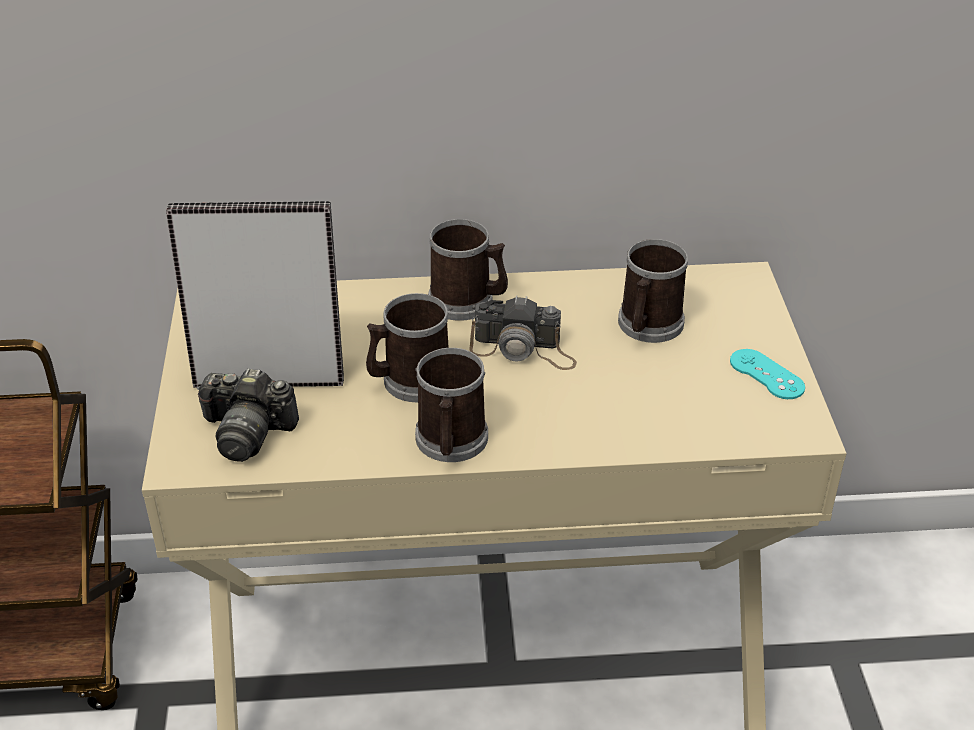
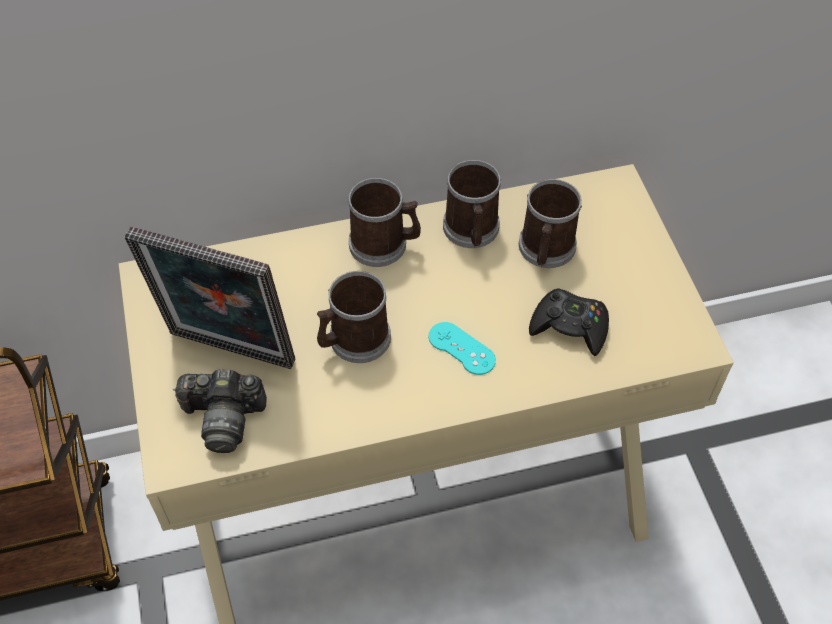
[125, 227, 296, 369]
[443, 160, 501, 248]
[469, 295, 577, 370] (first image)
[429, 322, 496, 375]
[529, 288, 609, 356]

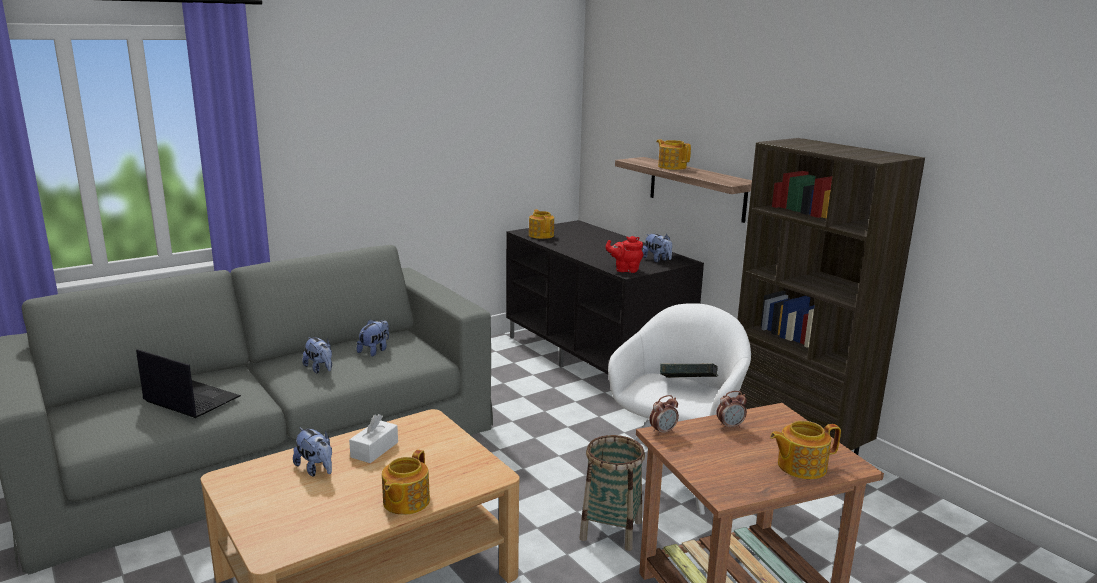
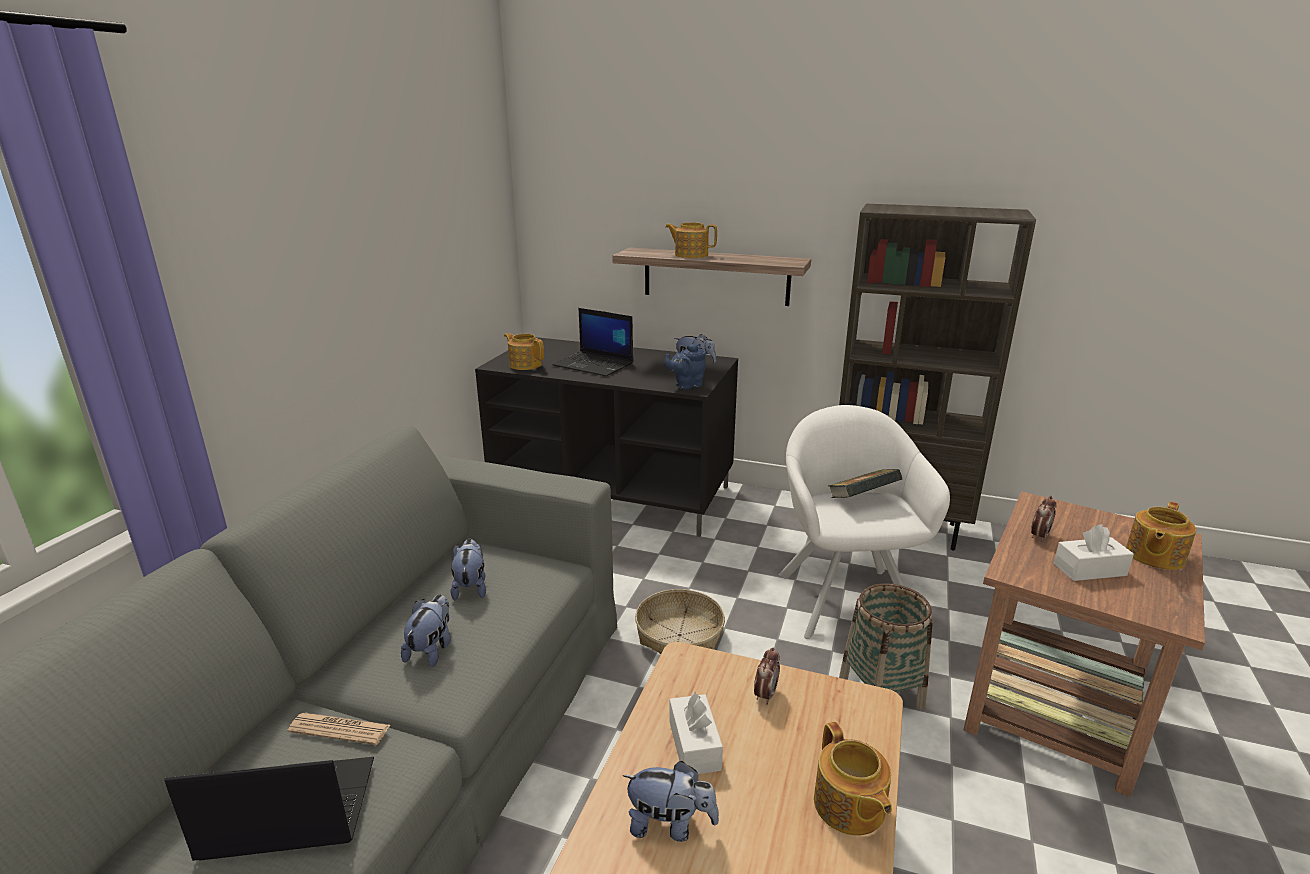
[401, 594, 451, 667]
[665, 344, 706, 389]
[754, 647, 780, 705]
[287, 713, 390, 745]
[553, 308, 633, 377]
[635, 589, 725, 654]
[1053, 524, 1134, 581]

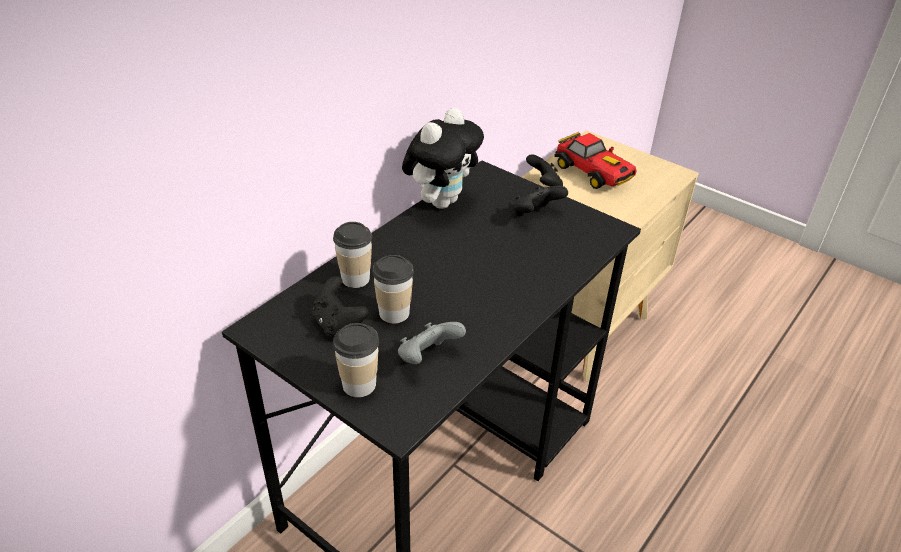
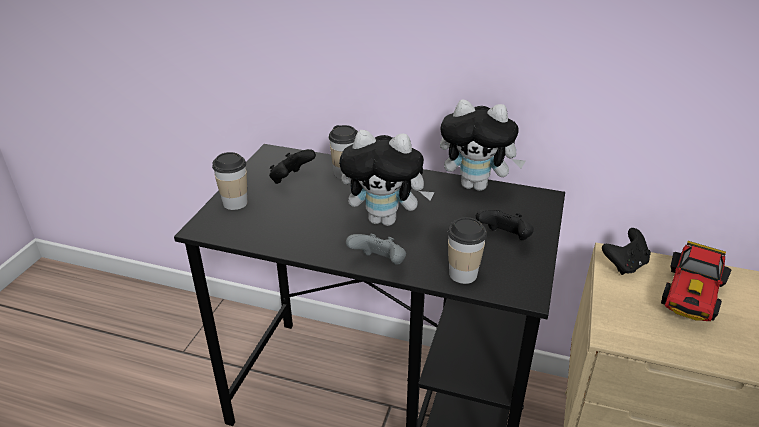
[448, 217, 487, 284]
[346, 234, 406, 265]
[339, 130, 435, 226]

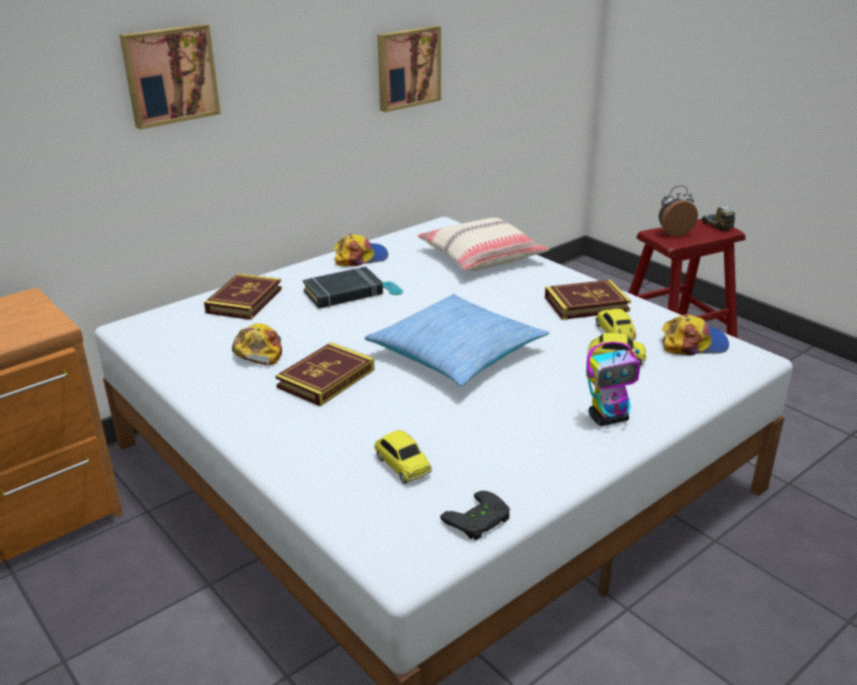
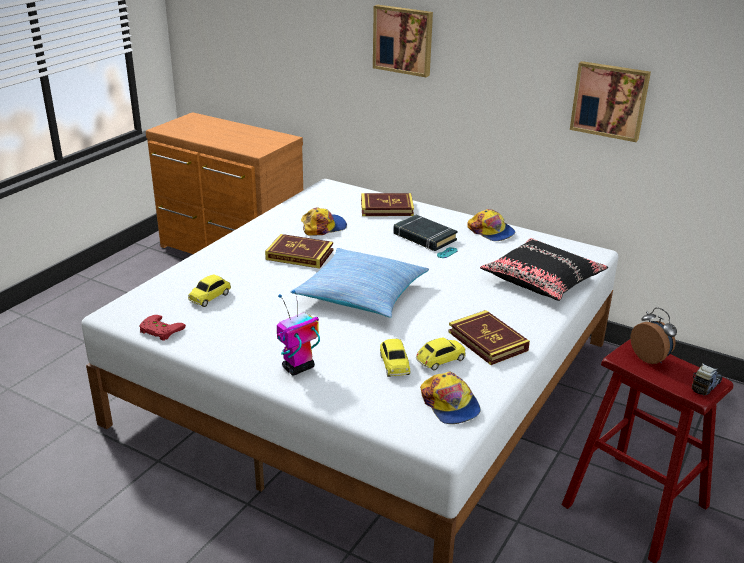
[480, 238, 608, 301]
[139, 315, 186, 341]
[277, 290, 320, 375]

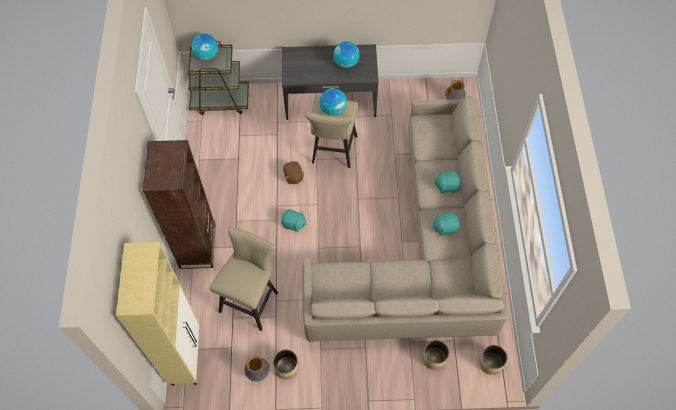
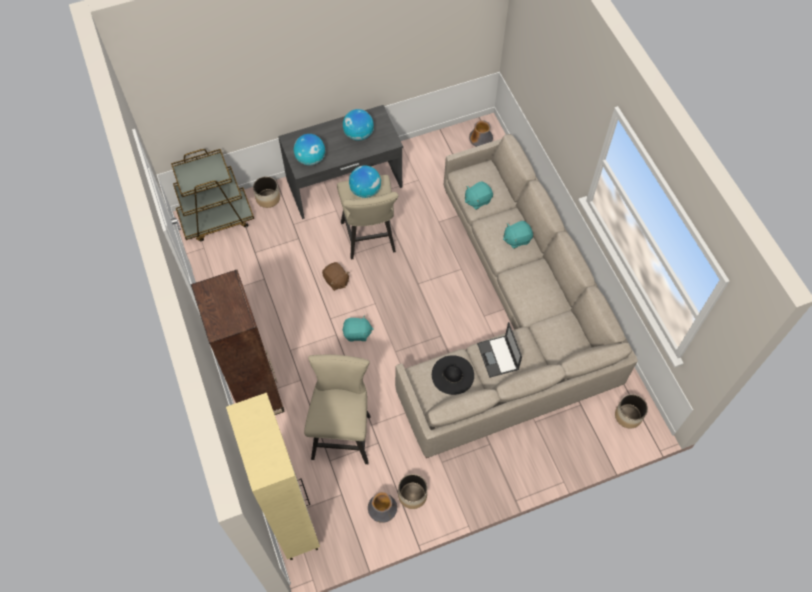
[294, 134, 325, 166]
[253, 176, 280, 208]
[465, 181, 493, 210]
[432, 355, 474, 395]
[477, 322, 522, 378]

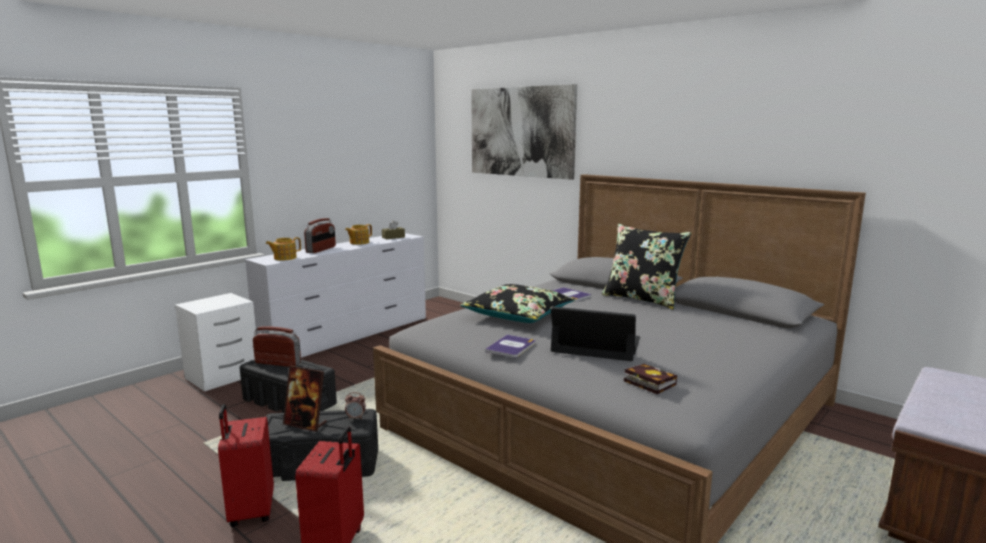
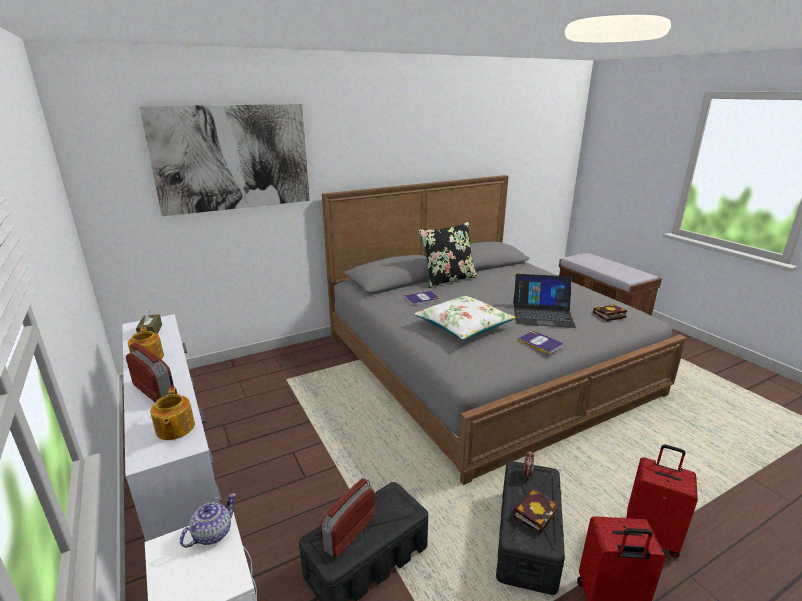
[513, 488, 559, 534]
[414, 296, 516, 340]
[513, 274, 576, 328]
[180, 493, 236, 548]

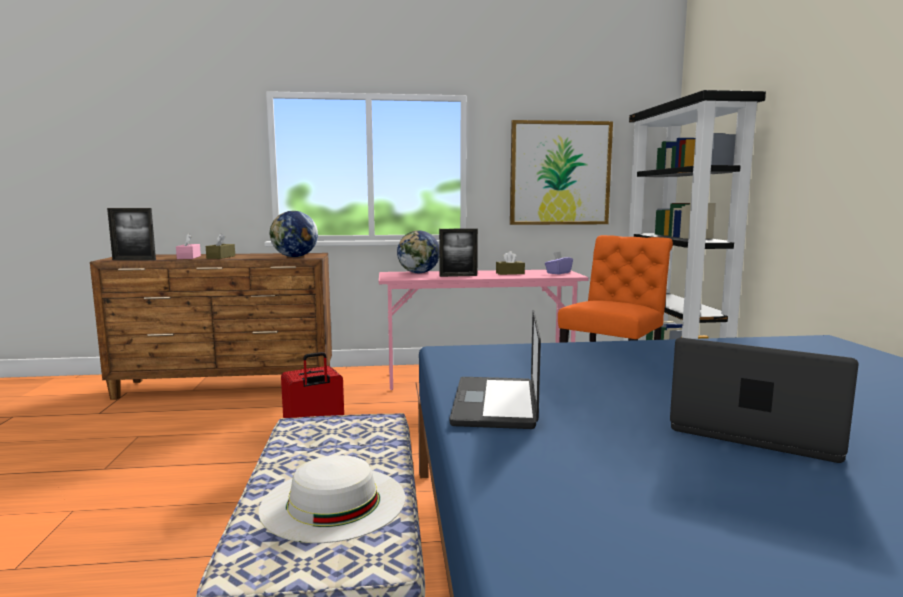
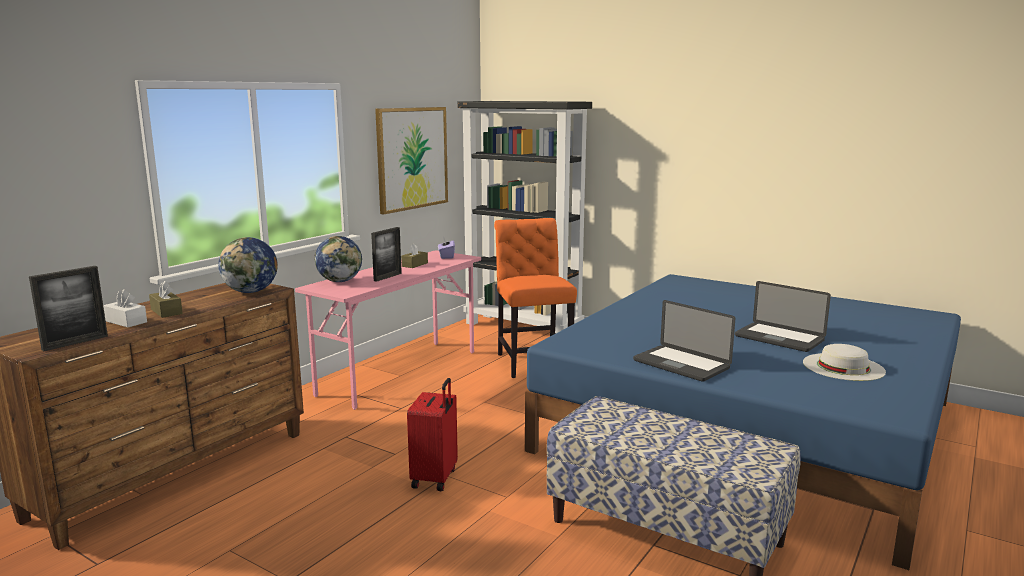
[103, 289, 147, 327]
[803, 344, 886, 381]
[735, 281, 831, 352]

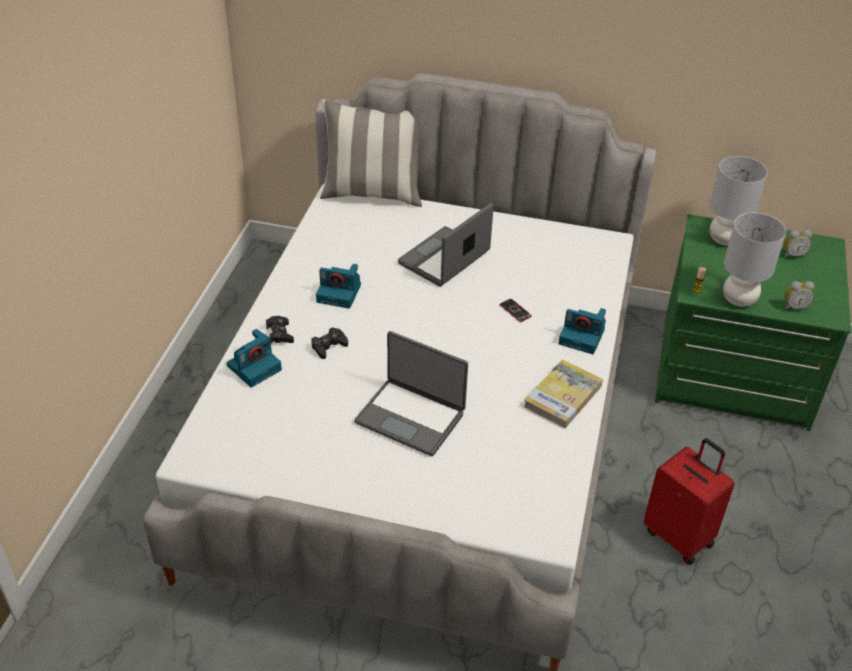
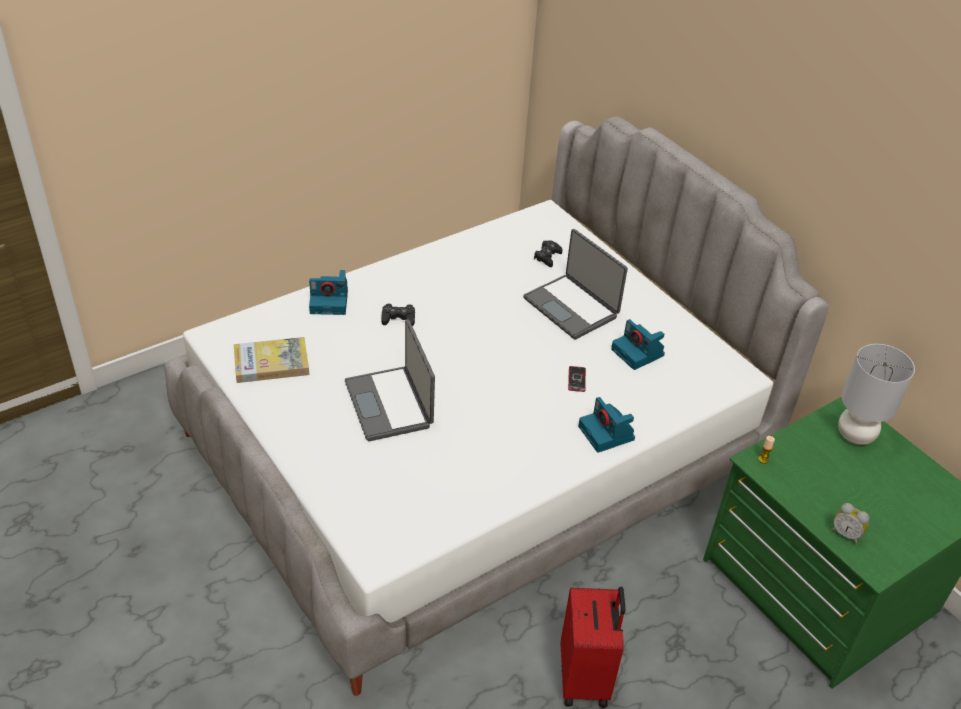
[534, 240, 563, 267]
[611, 319, 665, 370]
[320, 99, 422, 207] (first image)
[523, 229, 628, 339]
[234, 337, 309, 383]
[723, 213, 786, 307] (first image)
[784, 230, 812, 258] (first image)

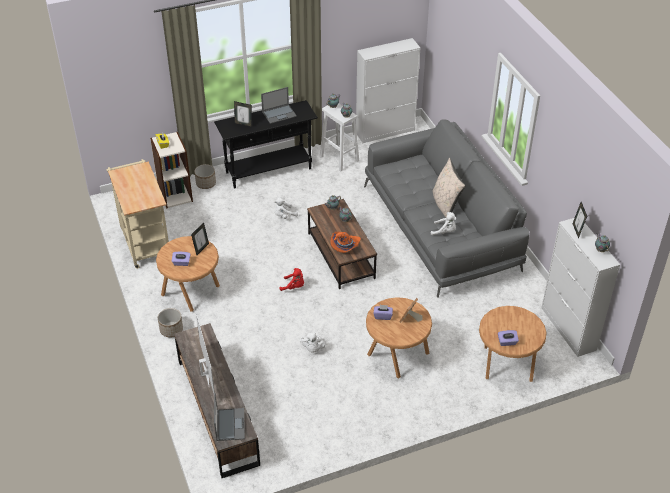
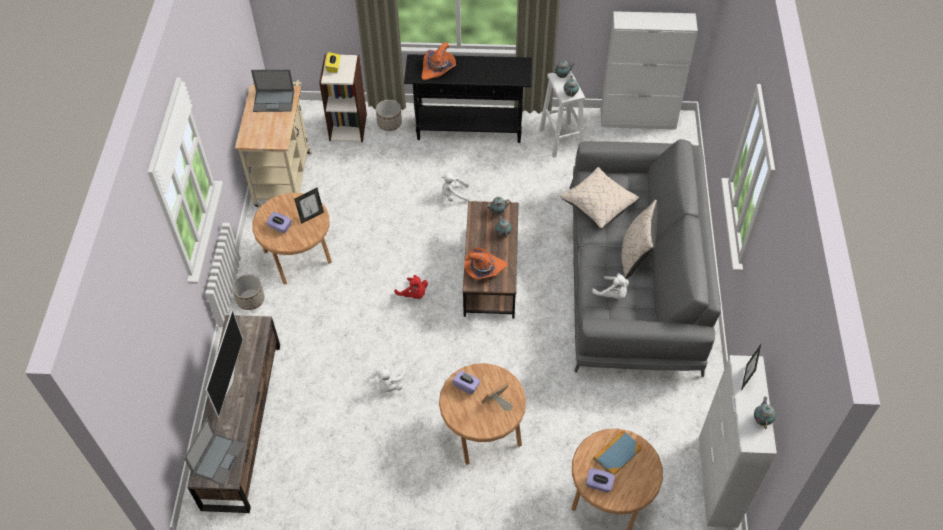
[422, 42, 456, 80]
[251, 69, 294, 112]
[560, 167, 640, 229]
[593, 430, 642, 475]

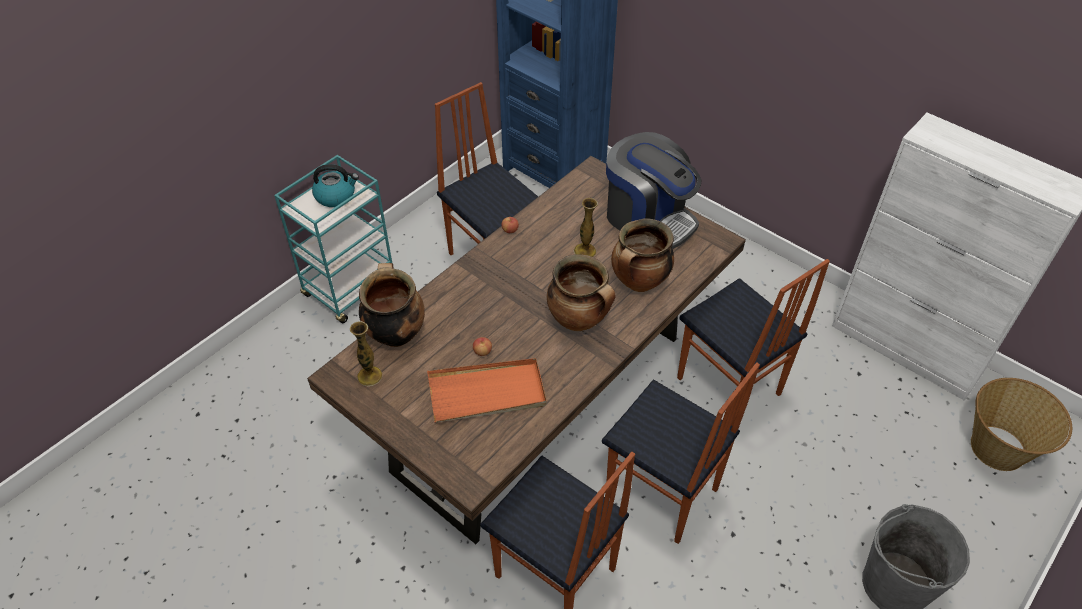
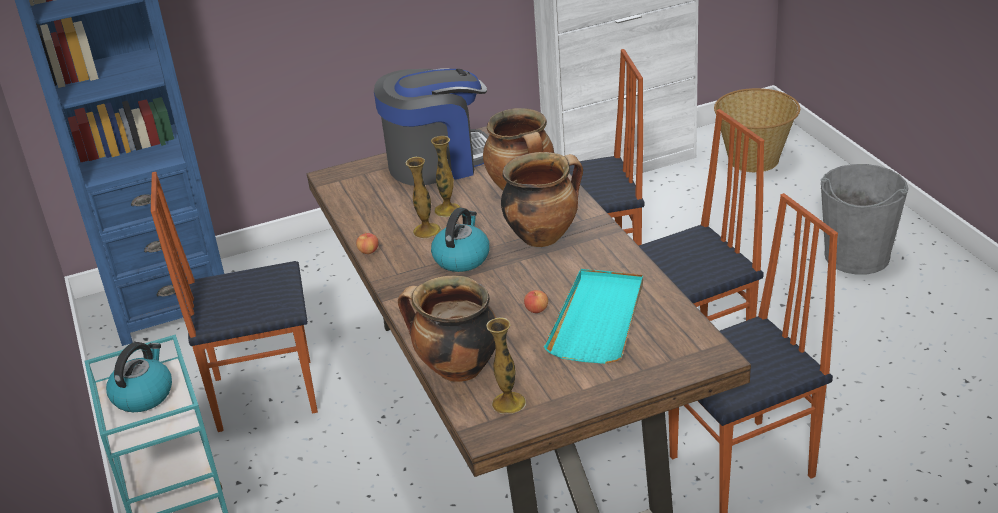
[544, 269, 643, 364]
[405, 157, 441, 238]
[431, 207, 490, 272]

